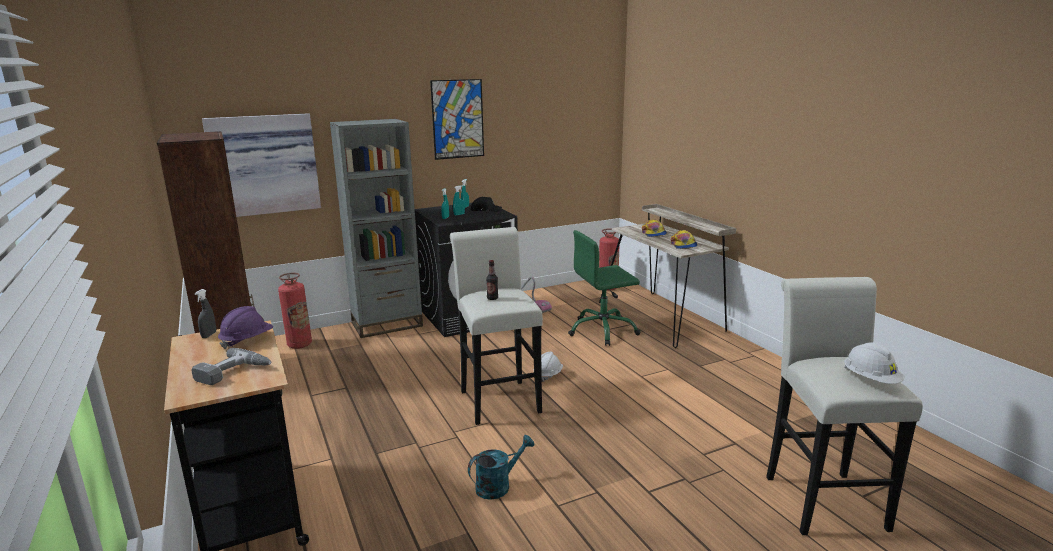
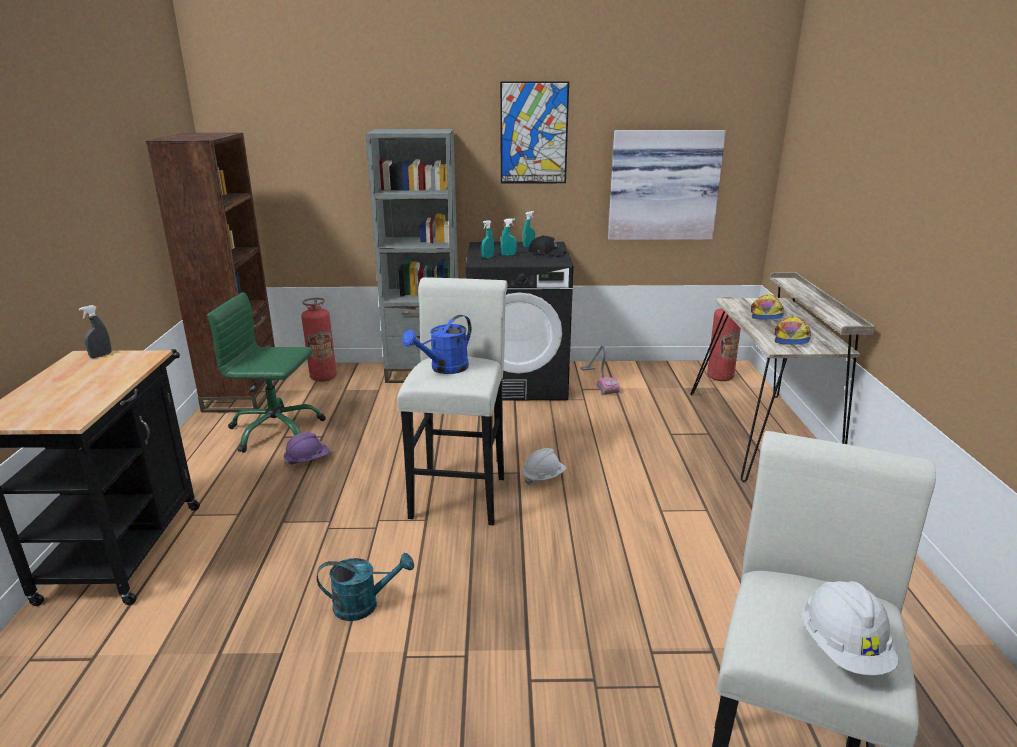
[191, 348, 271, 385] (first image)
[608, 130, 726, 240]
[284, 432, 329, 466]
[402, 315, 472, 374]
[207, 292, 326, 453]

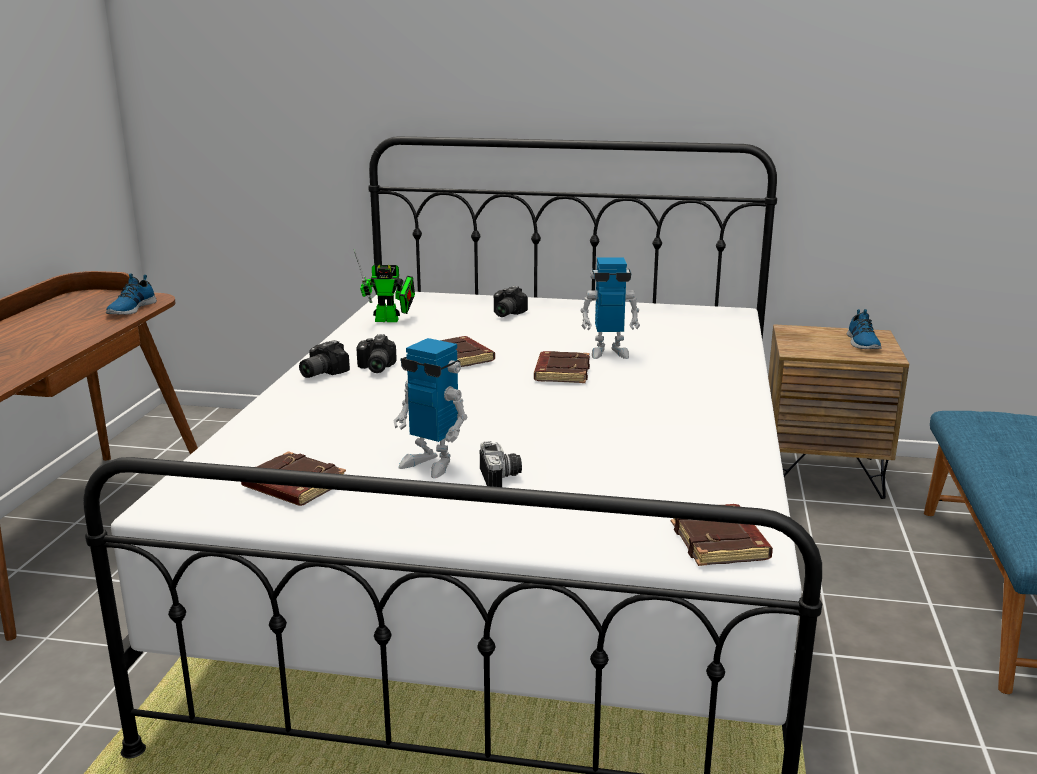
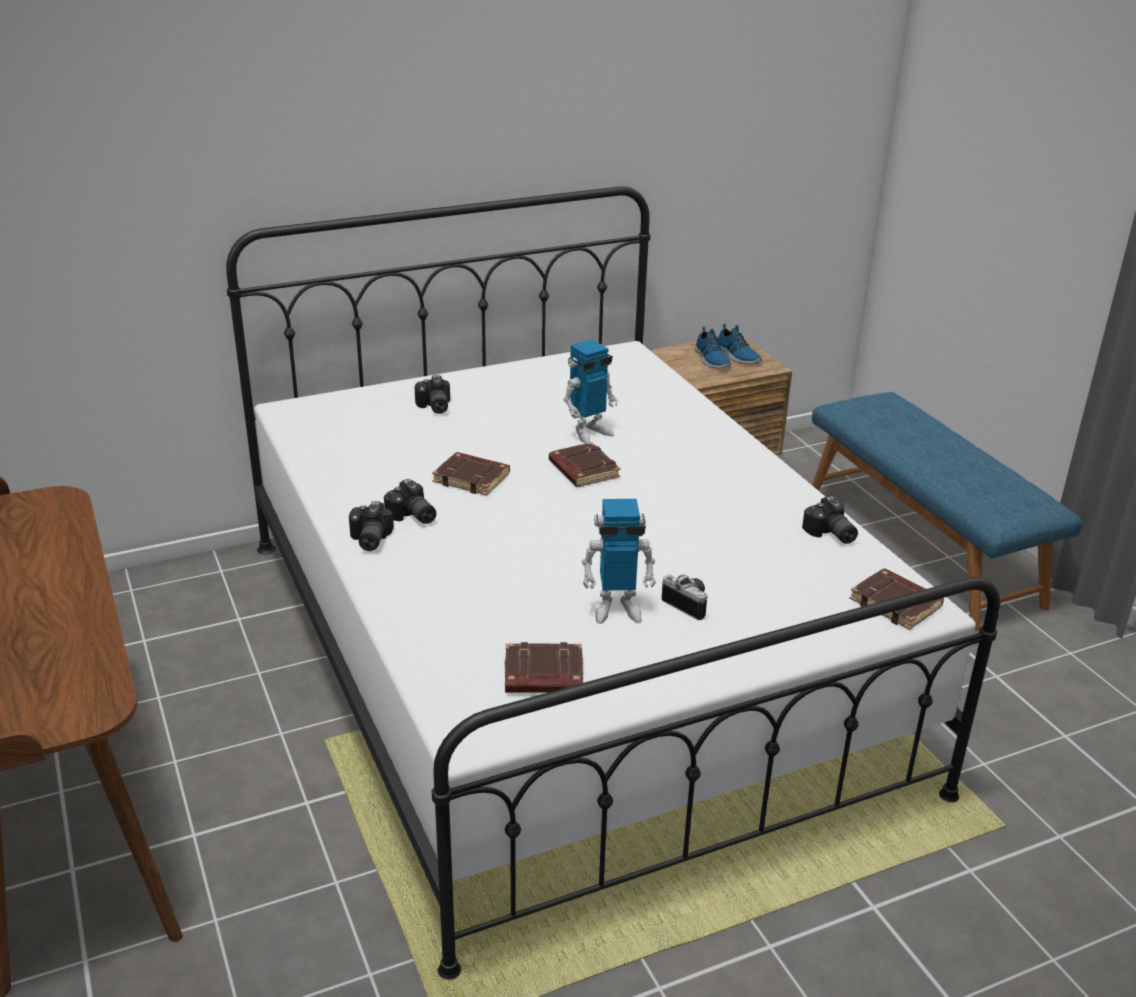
[694, 326, 731, 368]
[354, 249, 415, 322] (first image)
[802, 496, 858, 544]

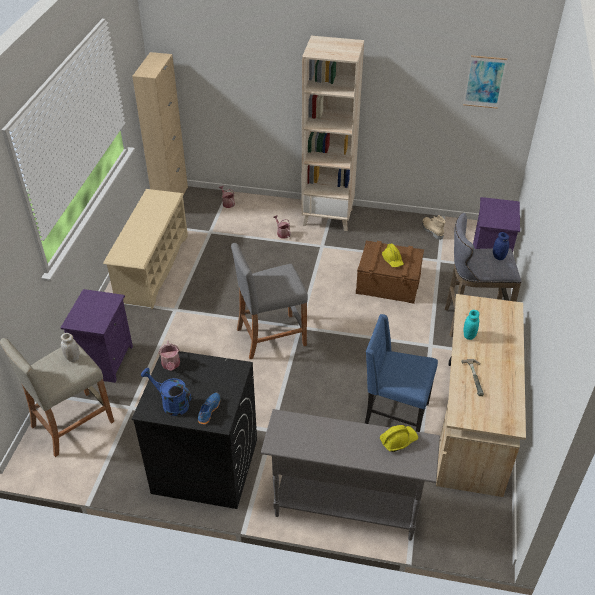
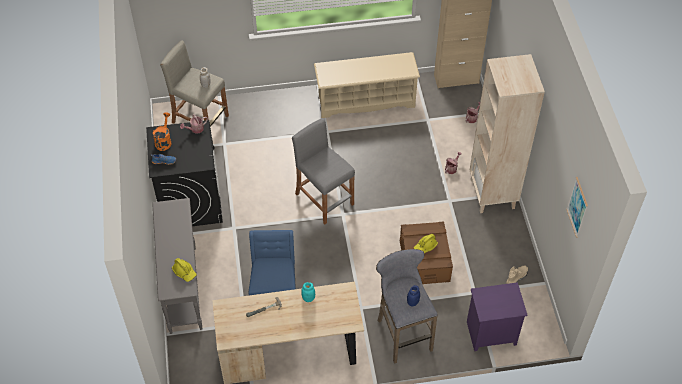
[60, 289, 133, 383] (first image)
[153, 112, 171, 151]

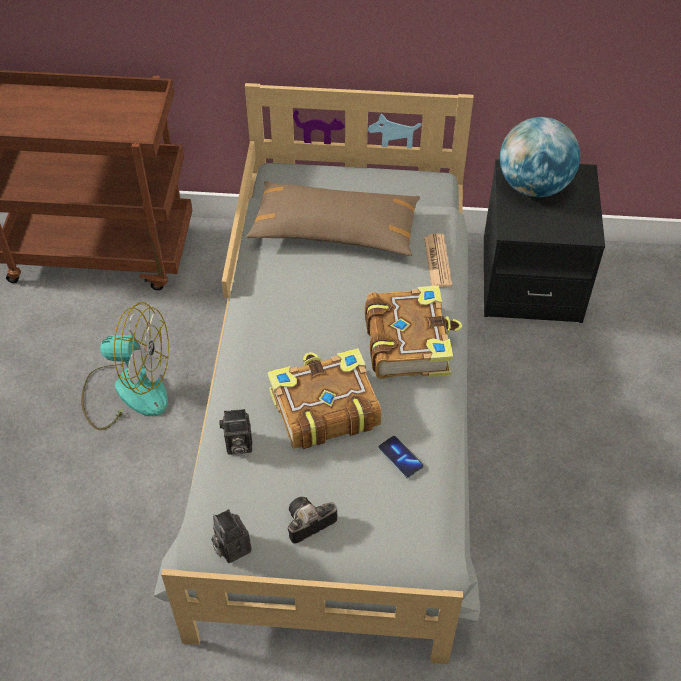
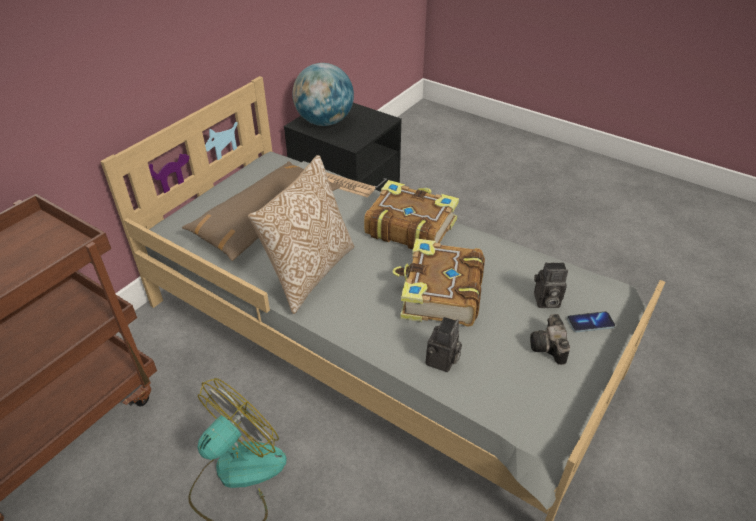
[534, 262, 568, 308]
[567, 311, 615, 332]
[248, 155, 354, 314]

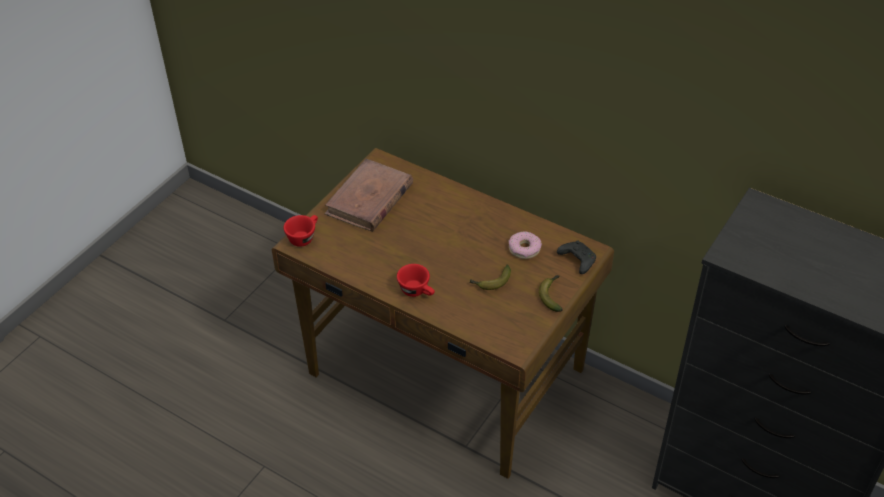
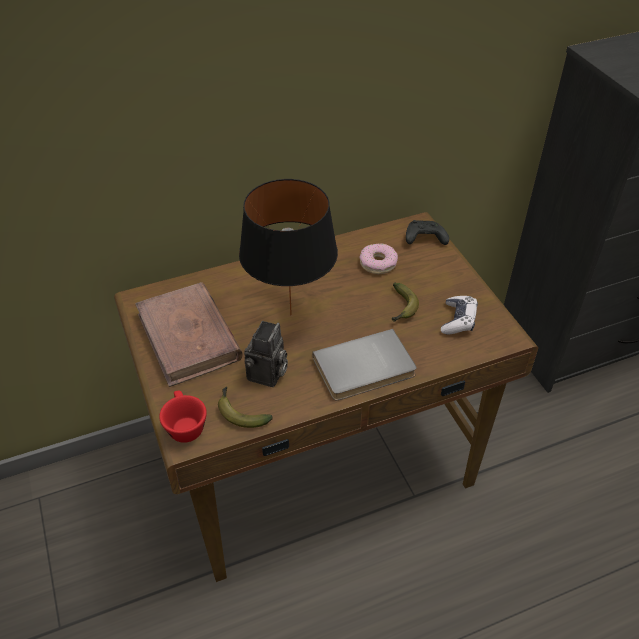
[312, 329, 416, 400]
[218, 387, 273, 428]
[239, 179, 338, 316]
[244, 321, 288, 387]
[441, 296, 478, 334]

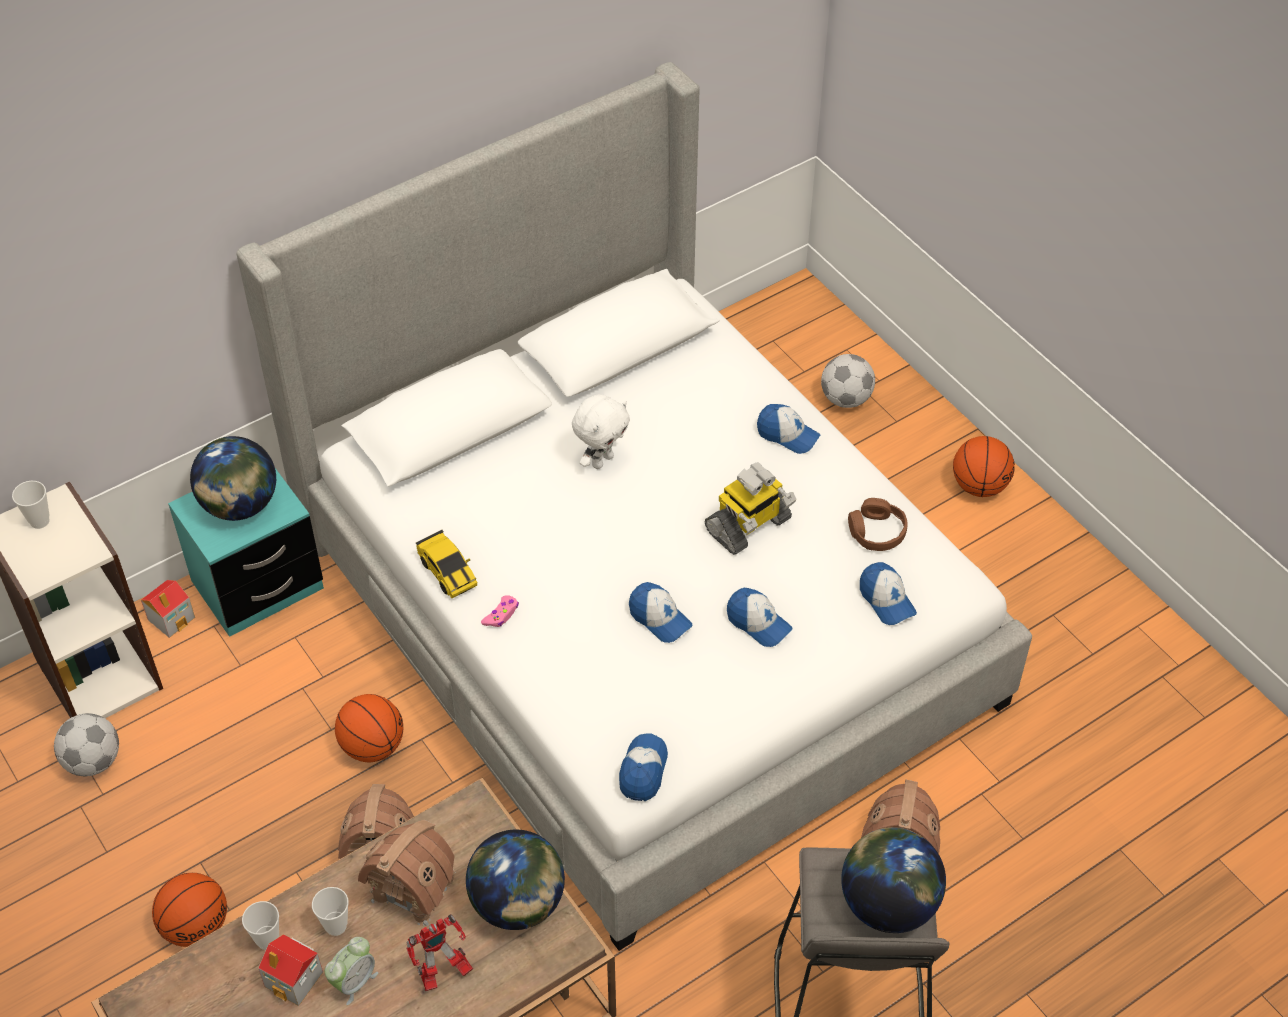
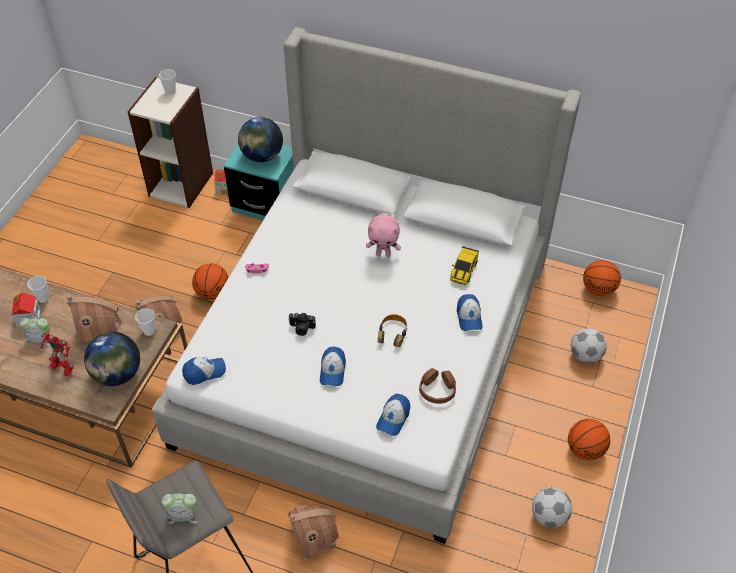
[532, 487, 572, 528]
[583, 260, 621, 296]
[135, 308, 155, 336]
[450, 246, 479, 285]
[366, 214, 401, 257]
[288, 312, 316, 336]
[378, 314, 407, 347]
[162, 494, 197, 524]

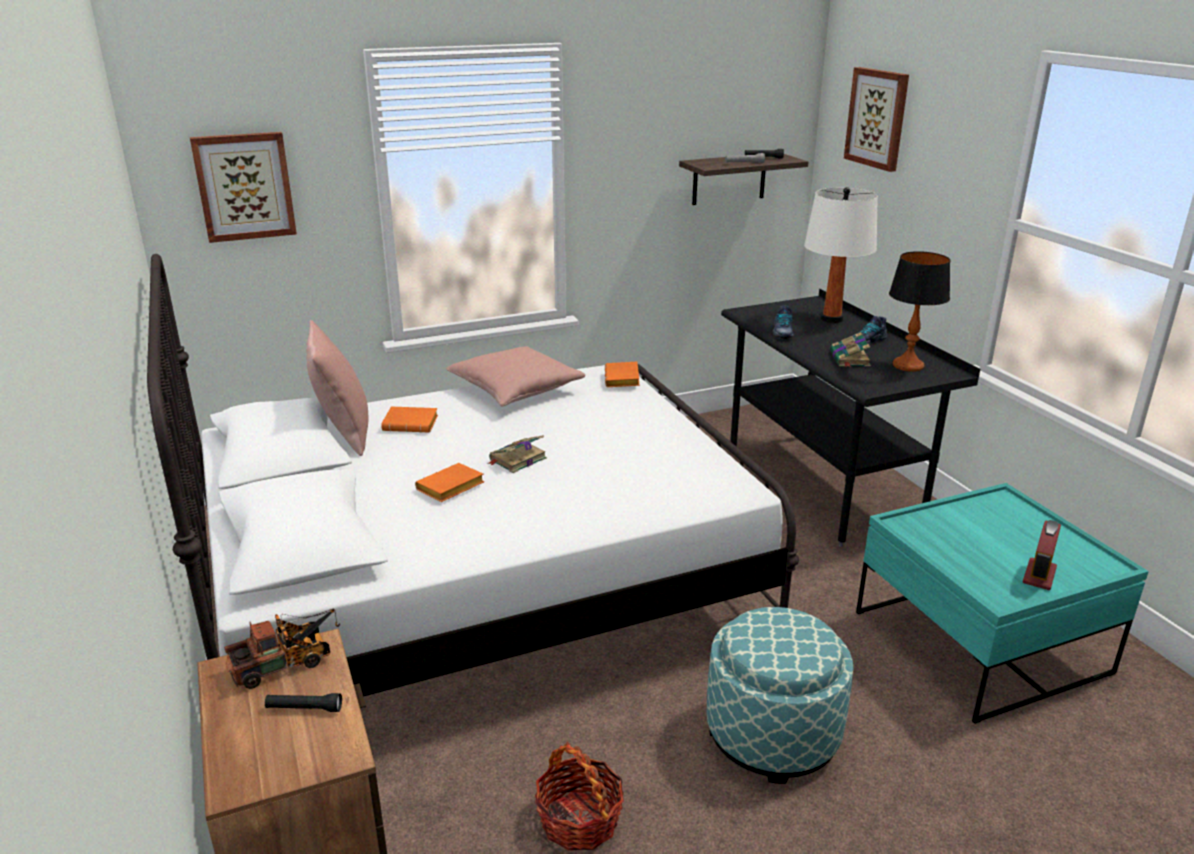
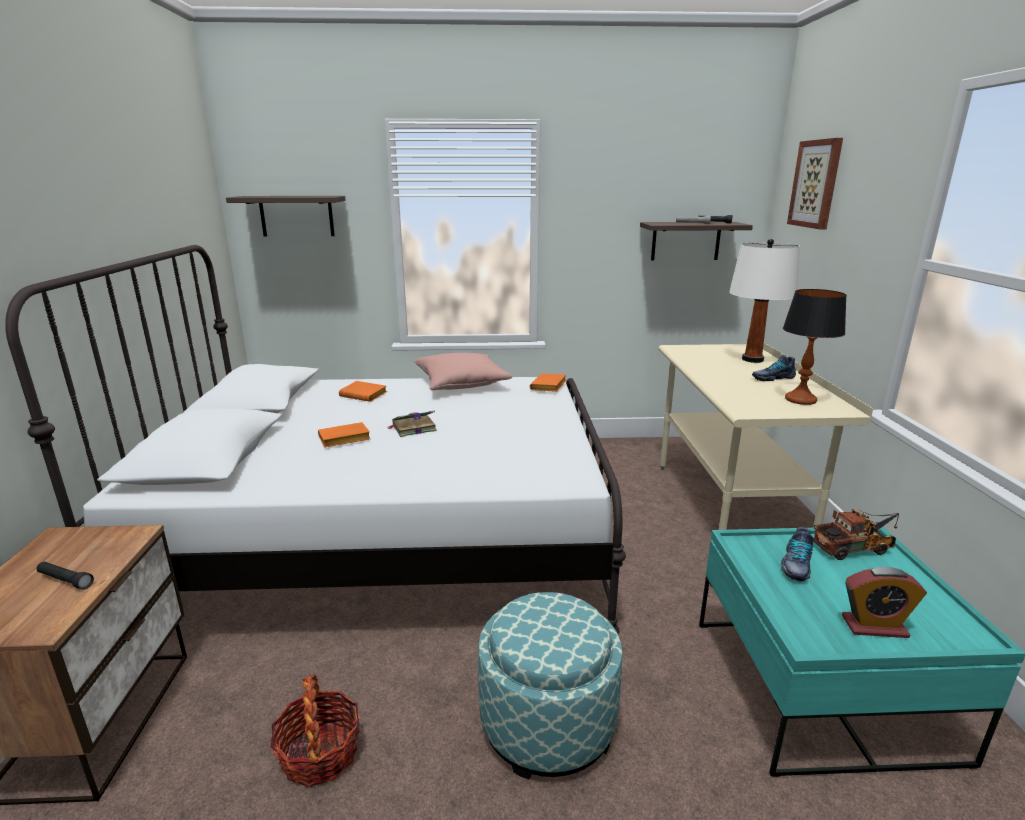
[226, 196, 346, 236]
[813, 509, 899, 560]
[306, 320, 368, 456] (first image)
[658, 343, 873, 530]
[781, 527, 813, 581]
[830, 332, 871, 367] (first image)
[842, 567, 927, 638]

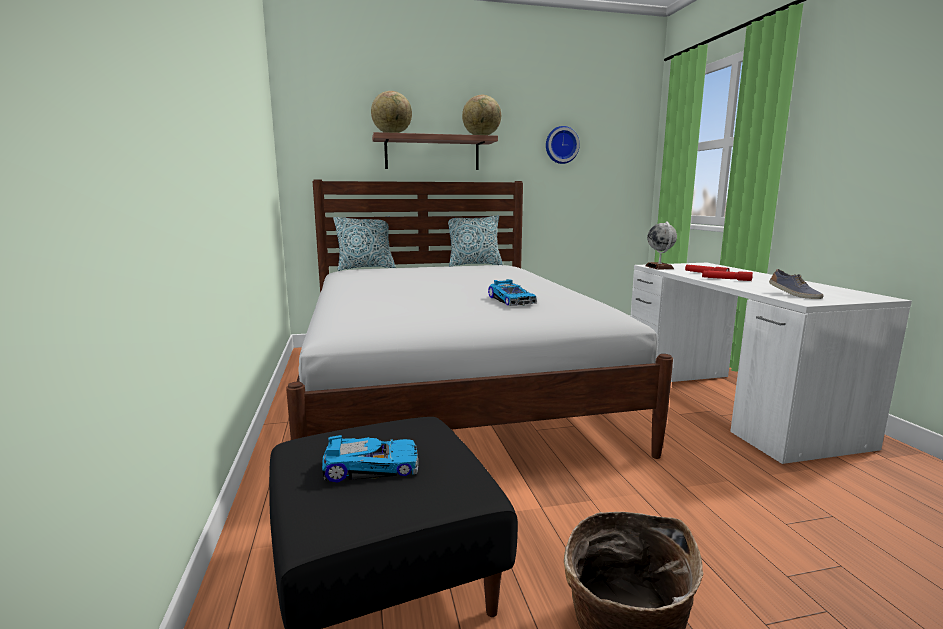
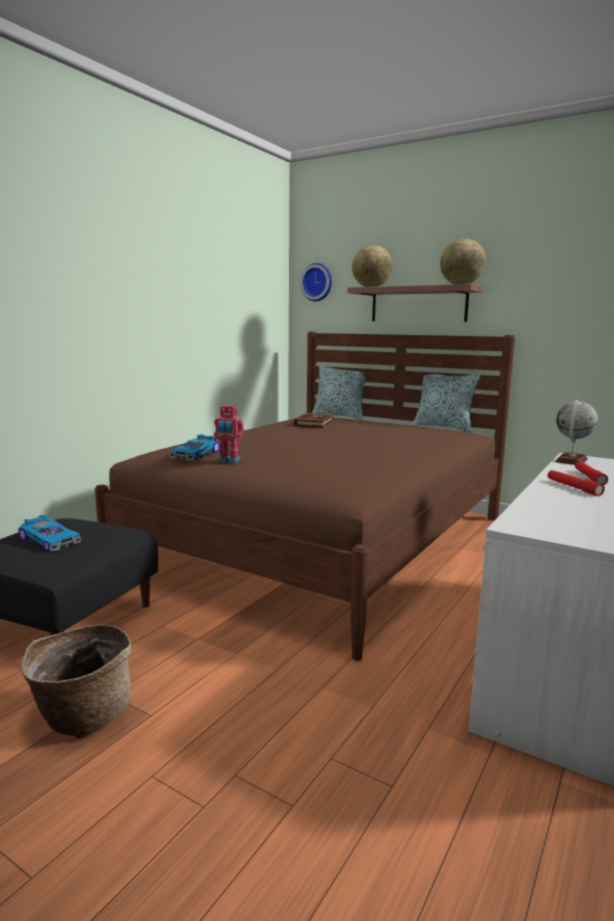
[95, 332, 515, 661]
[169, 434, 220, 460]
[300, 263, 332, 301]
[769, 269, 824, 299] (first image)
[213, 403, 244, 463]
[294, 413, 333, 428]

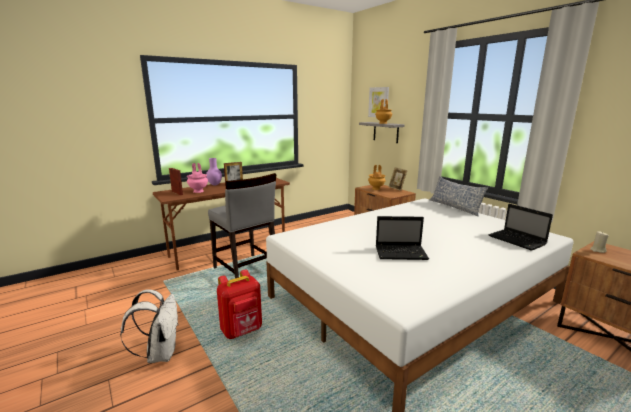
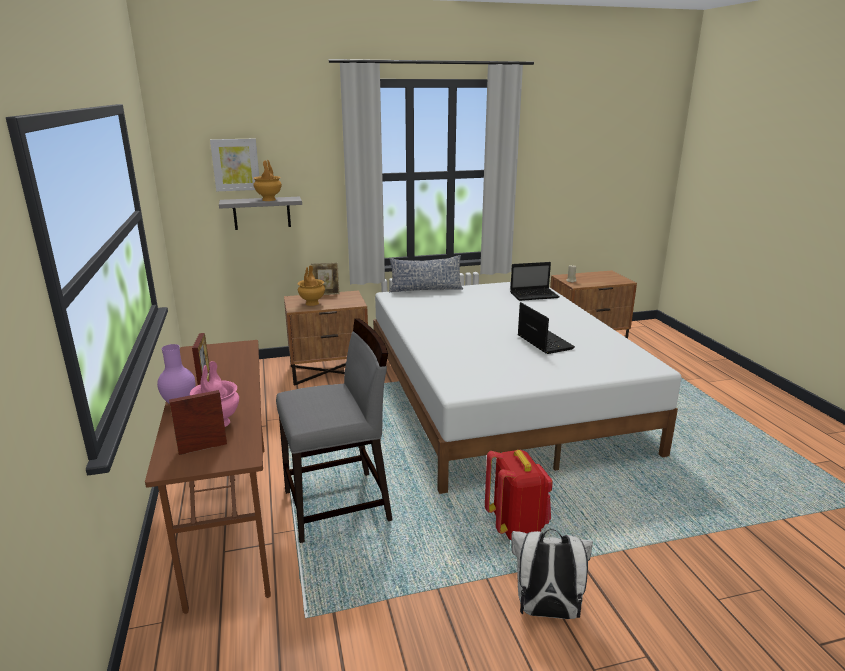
[518, 302, 575, 354]

